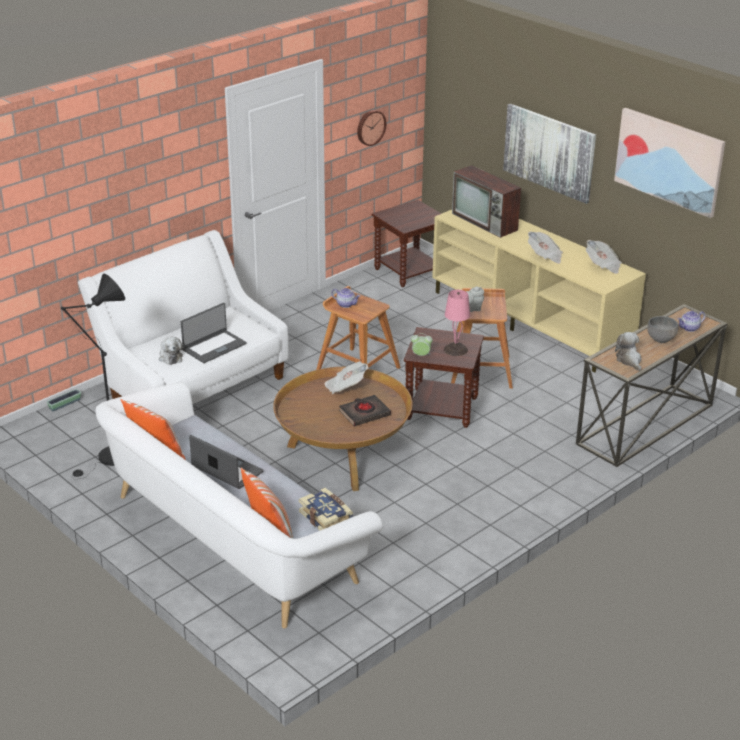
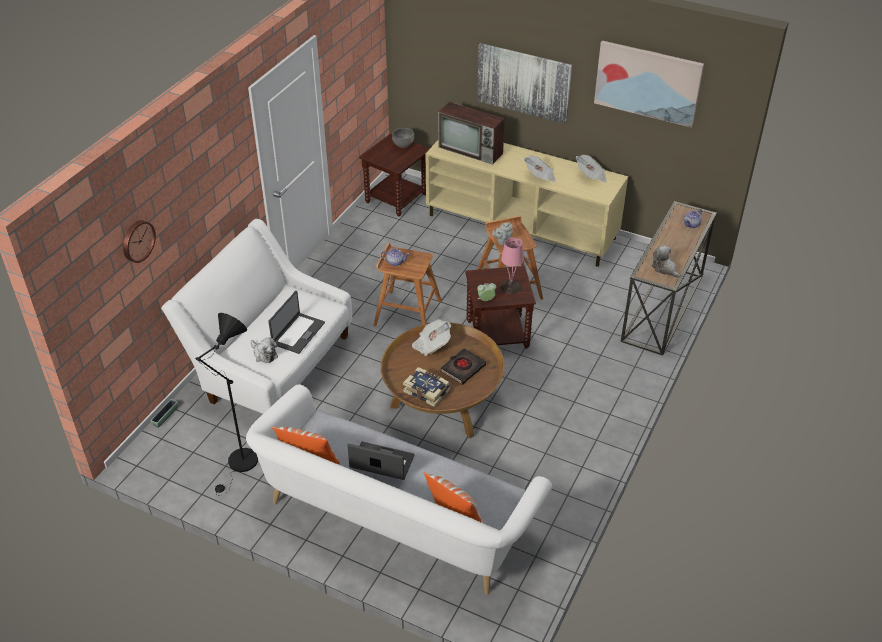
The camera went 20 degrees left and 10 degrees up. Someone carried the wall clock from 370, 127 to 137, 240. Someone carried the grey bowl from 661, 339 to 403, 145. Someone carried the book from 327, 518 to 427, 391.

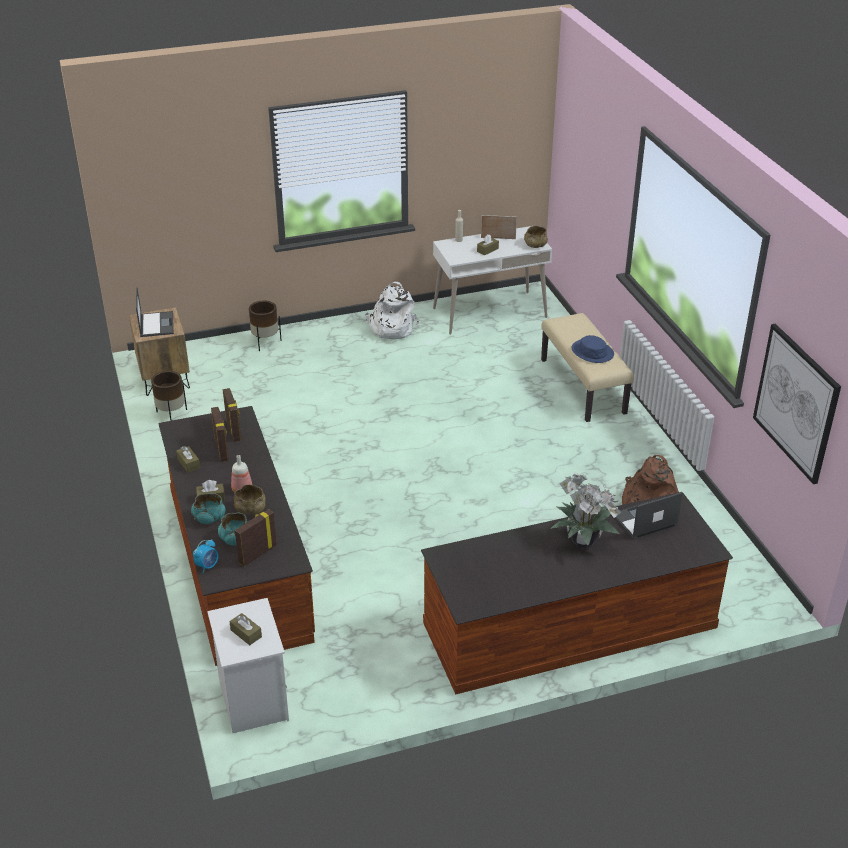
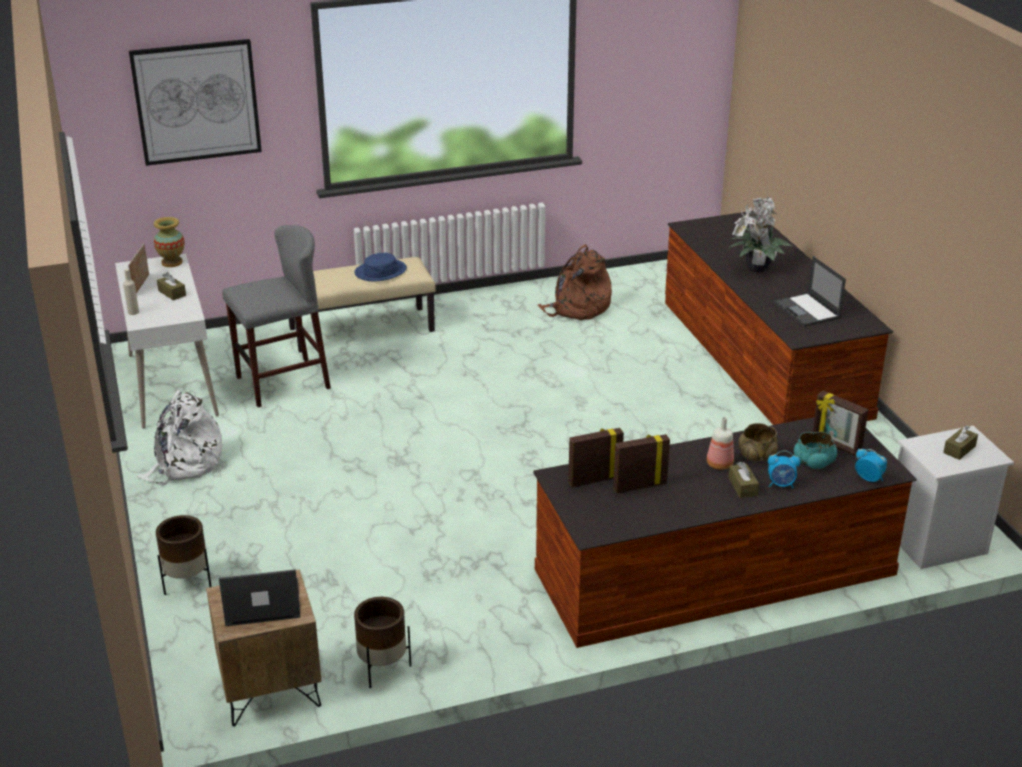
The camera went 90 degrees left and 5 degrees down. Someone swapped the beige bowl at 535, 245 for the vase at 172, 262. Someone carried the picture from 796, 402 to 197, 102. Someone took away the brown tissue box at 188, 463. Someone carried the laptop from 644, 520 to 807, 310. Someone swapped the turquoise bowl at 209, 518 for the alarm clock at 781, 484. Someone put down the grey stool at 282, 382.

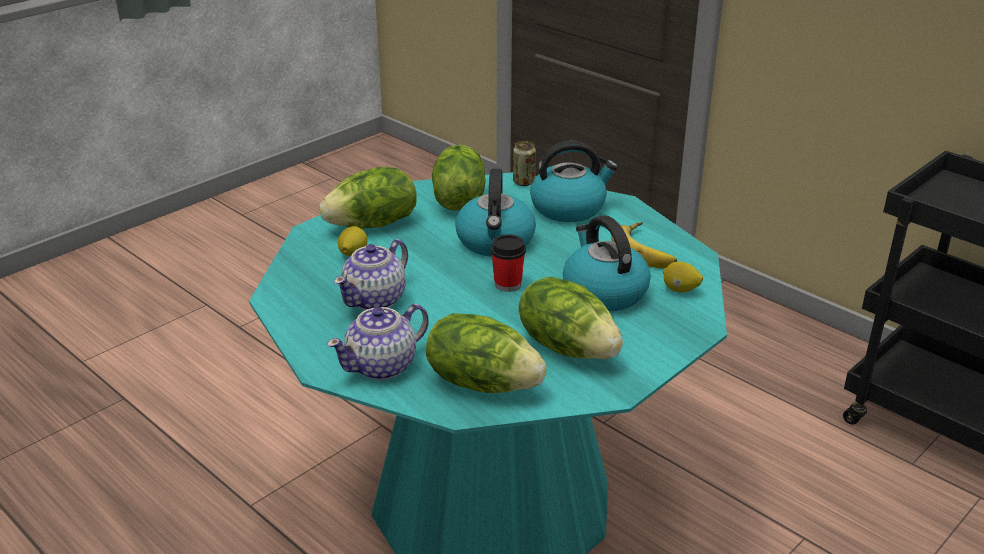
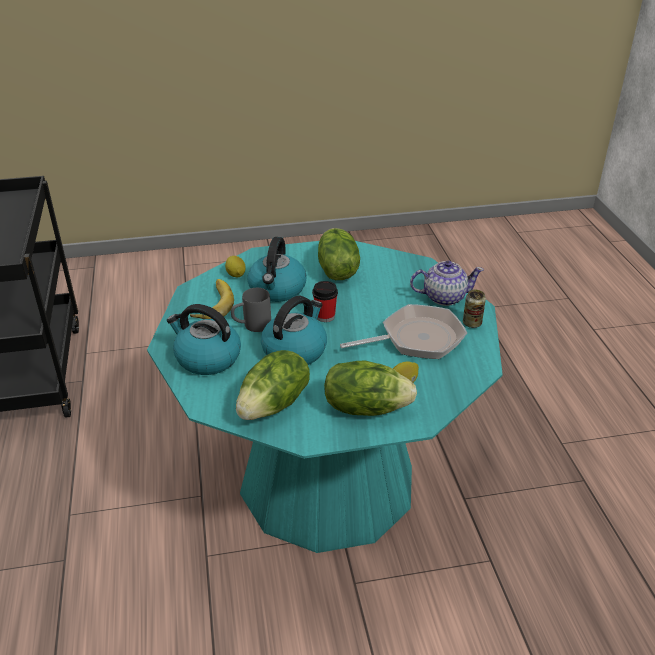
The camera went 145 degrees left and 5 degrees up. Someone carried the can from 524, 182 to 472, 323. Someone swapped the teapot at 375, 299 for the frying pan at 416, 339. Someone took away the lettuce at 483, 382. Someone put down the grey mug at 251, 326.

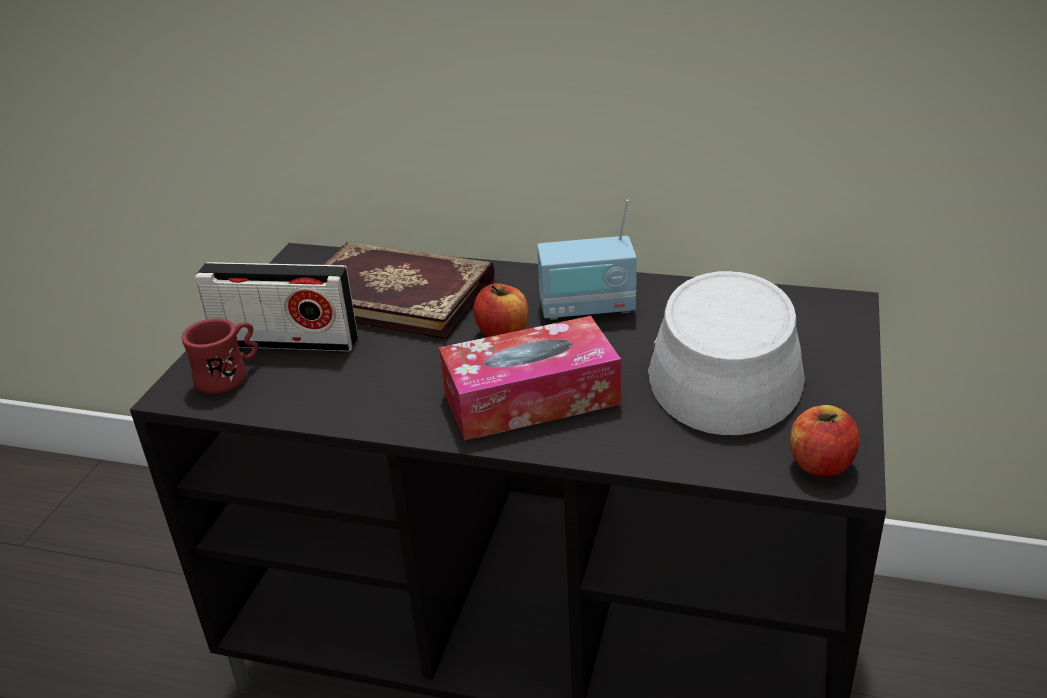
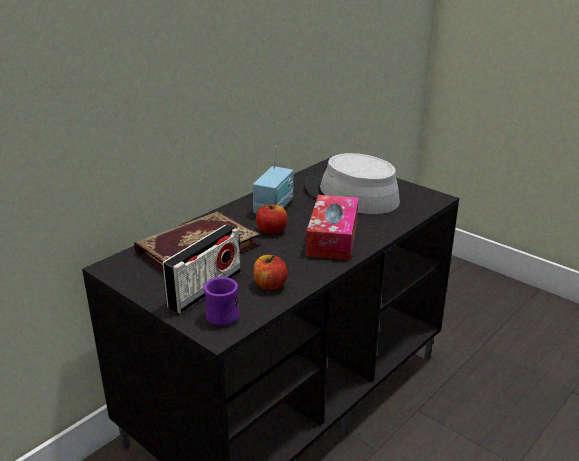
The camera went 65 degrees left and 5 degrees down. Someone repainted the red mug at 229, 376, which became the purple mug at 221, 313. Someone carried the apple from 820, 464 to 270, 285.

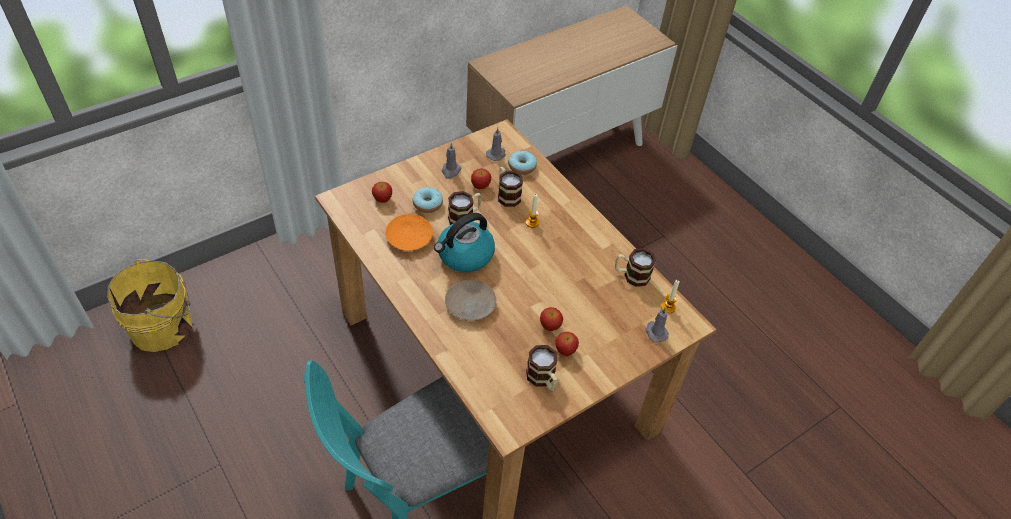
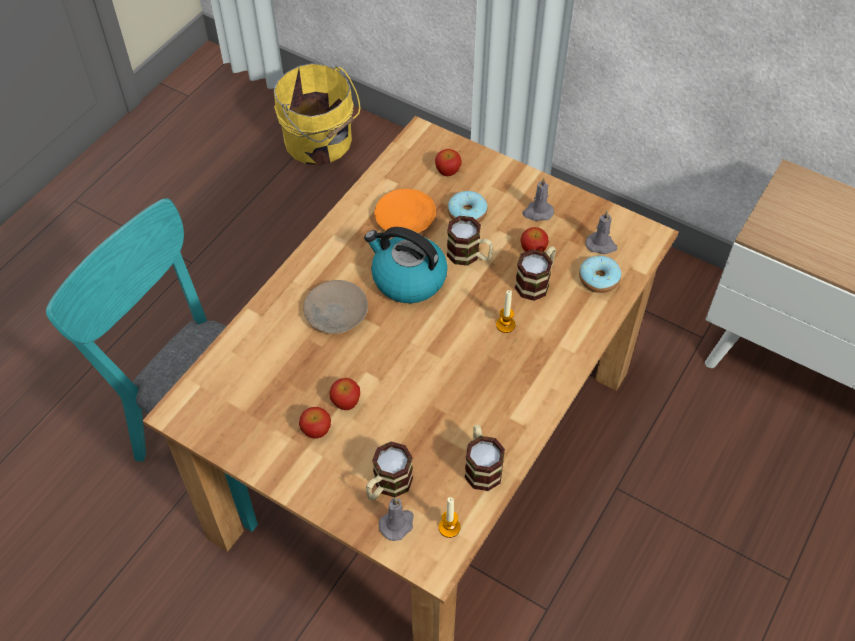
The camera went 70 degrees right and 5 degrees up. Someone carried the mug from 543, 379 to 387, 485.

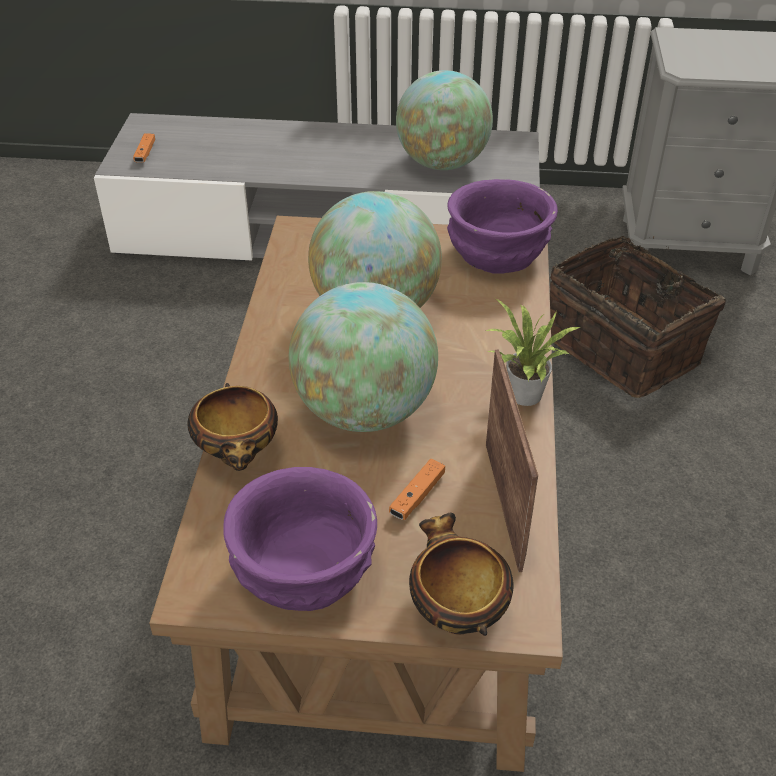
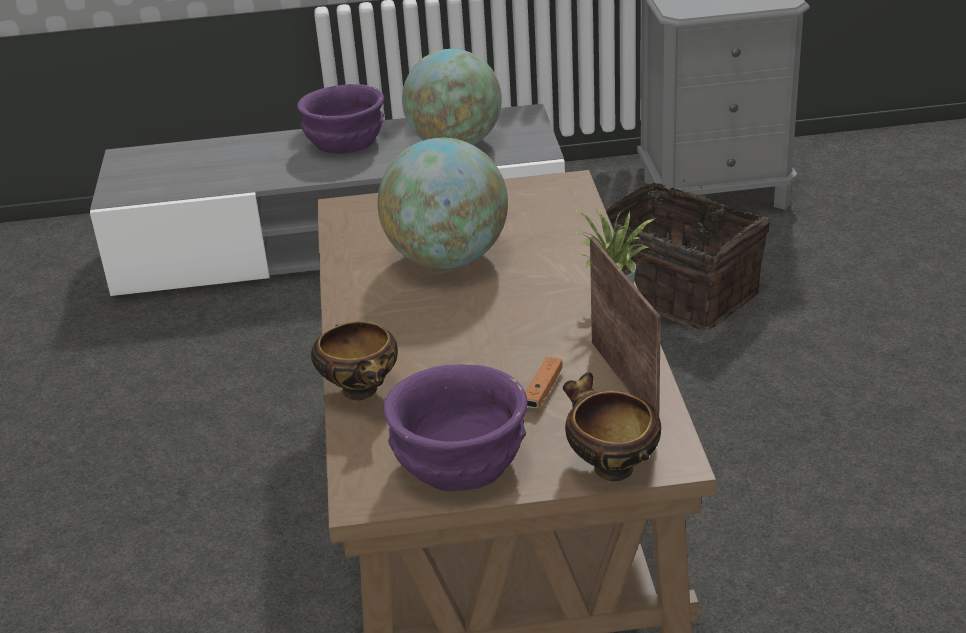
The camera went 10 degrees left and 10 degrees down. Someone took away the orange game controller at 145, 153. Someone carried the purple bowl from 495, 255 to 344, 144. Someone took away the globe at 364, 410.

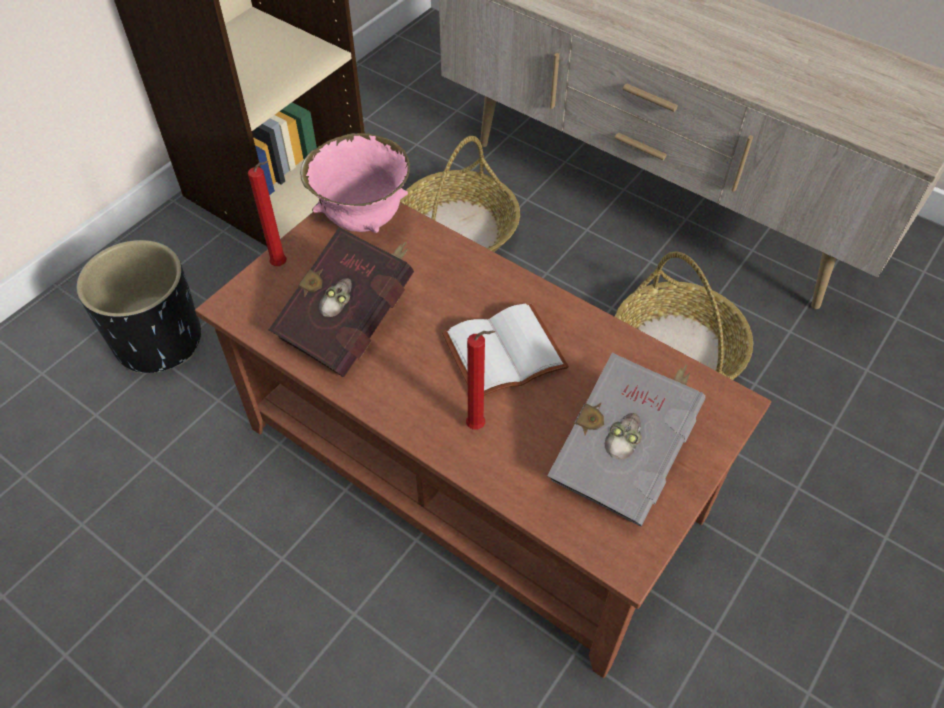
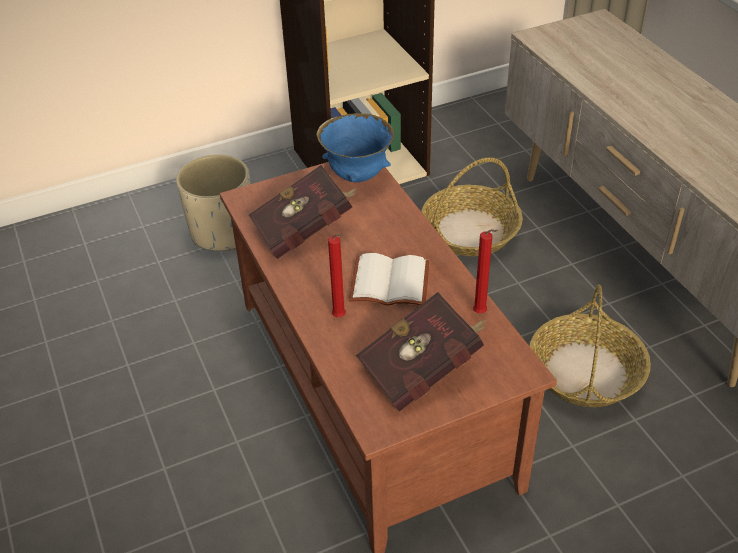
The camera went 30 degrees right and 10 degrees down. Someone repainted the pink bowl at 363, 220, which became the blue bowl at 357, 176. Someone carried the red candle from 282, 265 to 481, 313. Someone repainted the black planter at 159, 341, which became the beige planter at 222, 233. Someone repainted the grey book at 625, 455, which became the red book at 424, 370.

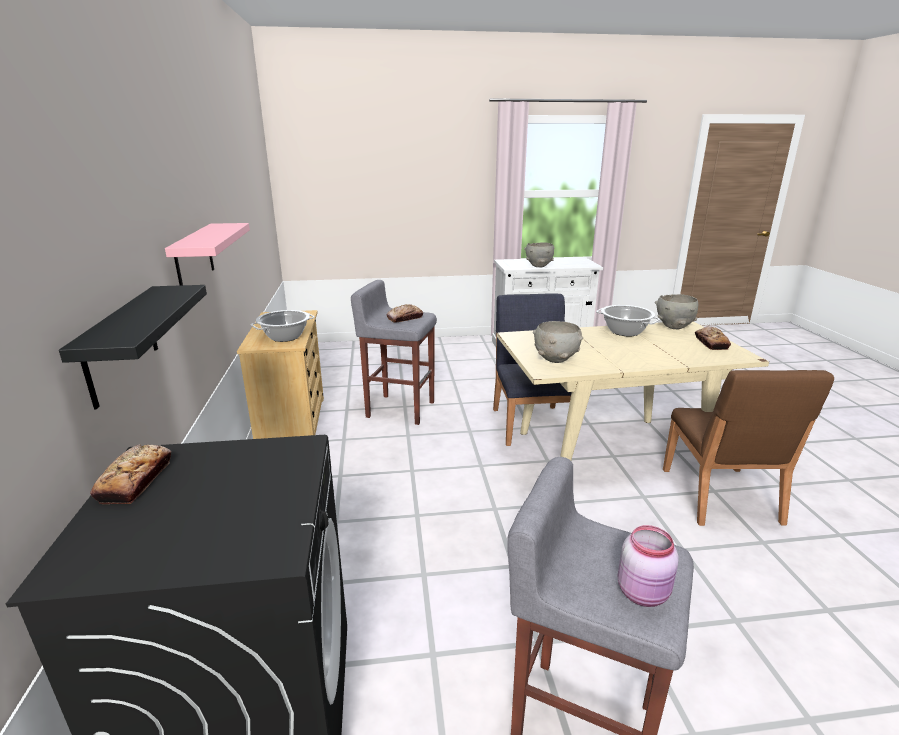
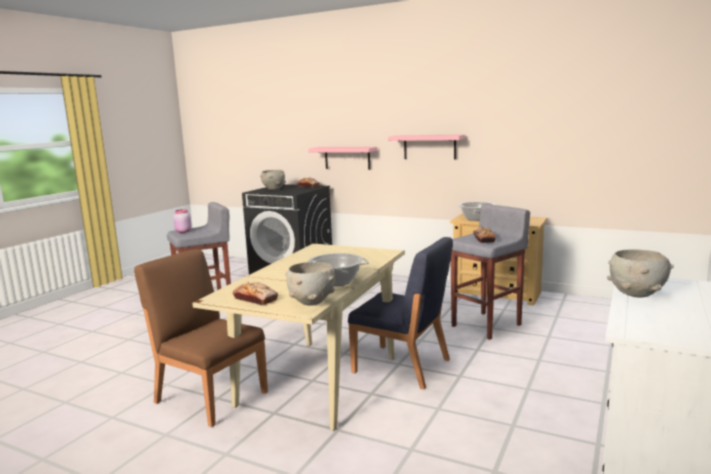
The camera went 125 degrees right and 10 degrees down. Someone repainted the black shelf at 121, 344, which became the pink shelf at 347, 158. Someone carried the grey bowl from 555, 360 to 273, 189.

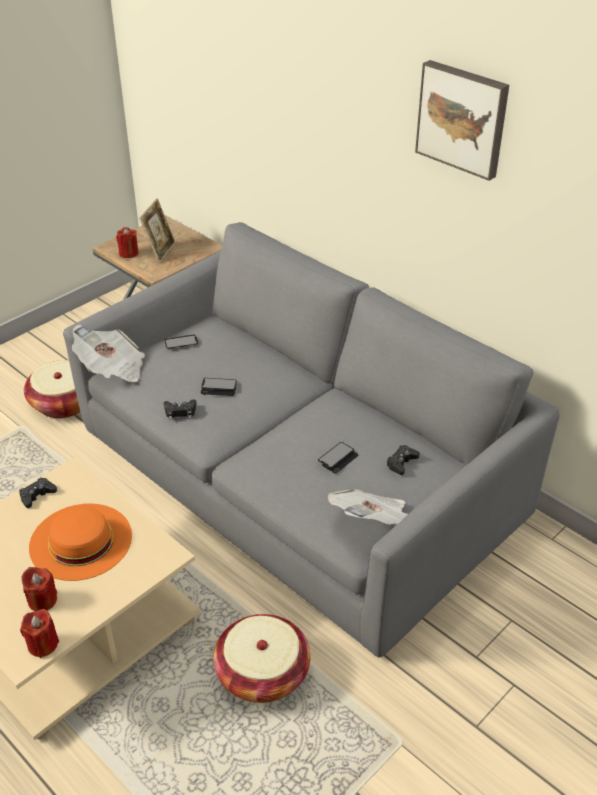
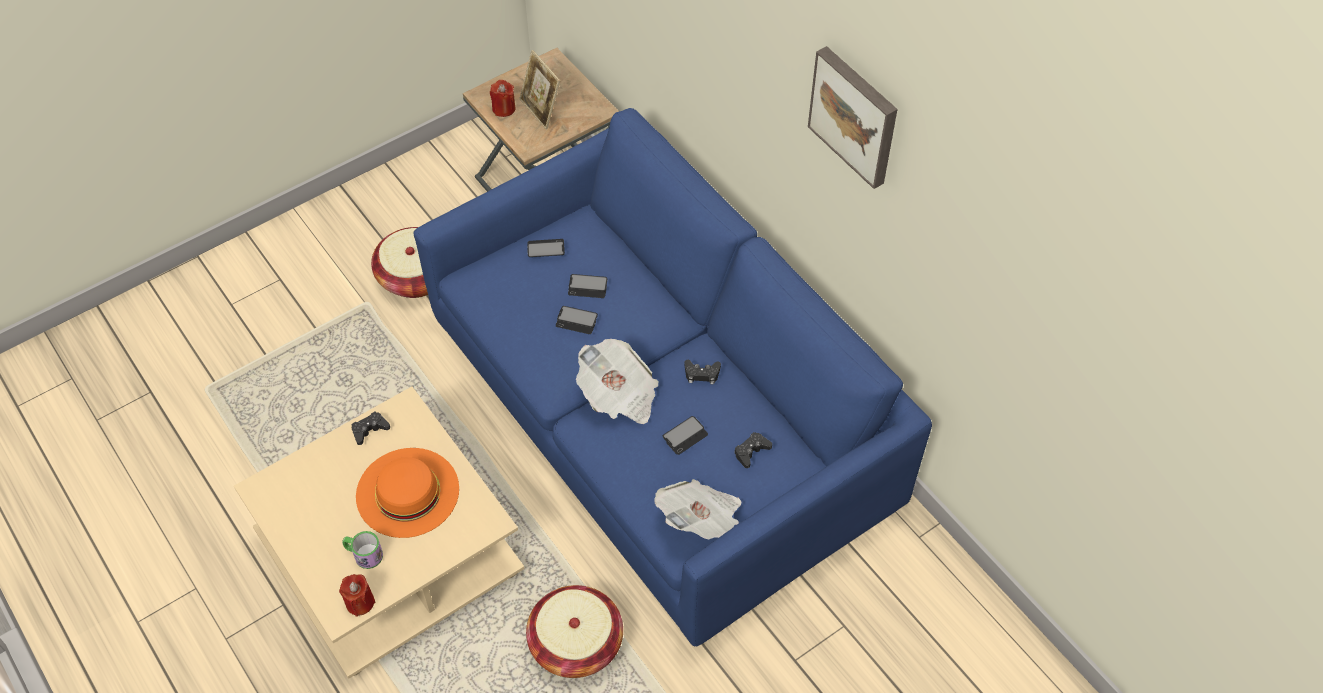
The camera went 10 degrees right and 15 degrees up. Someone rotated the picture frame at 160, 251 by 120 degrees clockwise. Someone repainted the grey sofa at 299, 473, which became the blue sofa at 663, 411. Someone carried the newspaper from 112, 367 to 619, 395. Someone carried the black game controller from 180, 412 to 702, 374. Someone swapped the red candle at 42, 600 for the mug at 364, 554. Someone put down the phone at 587, 287.

